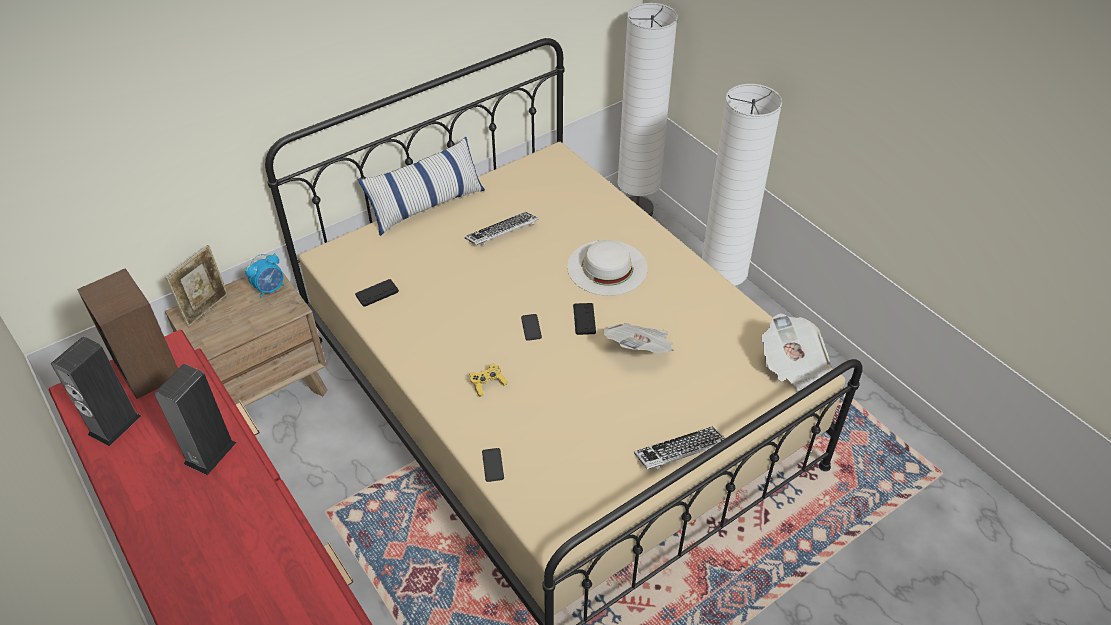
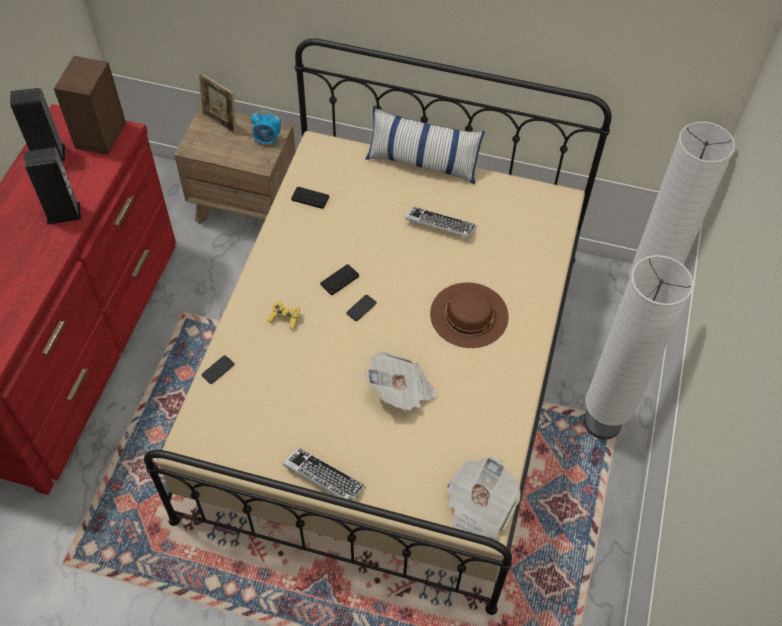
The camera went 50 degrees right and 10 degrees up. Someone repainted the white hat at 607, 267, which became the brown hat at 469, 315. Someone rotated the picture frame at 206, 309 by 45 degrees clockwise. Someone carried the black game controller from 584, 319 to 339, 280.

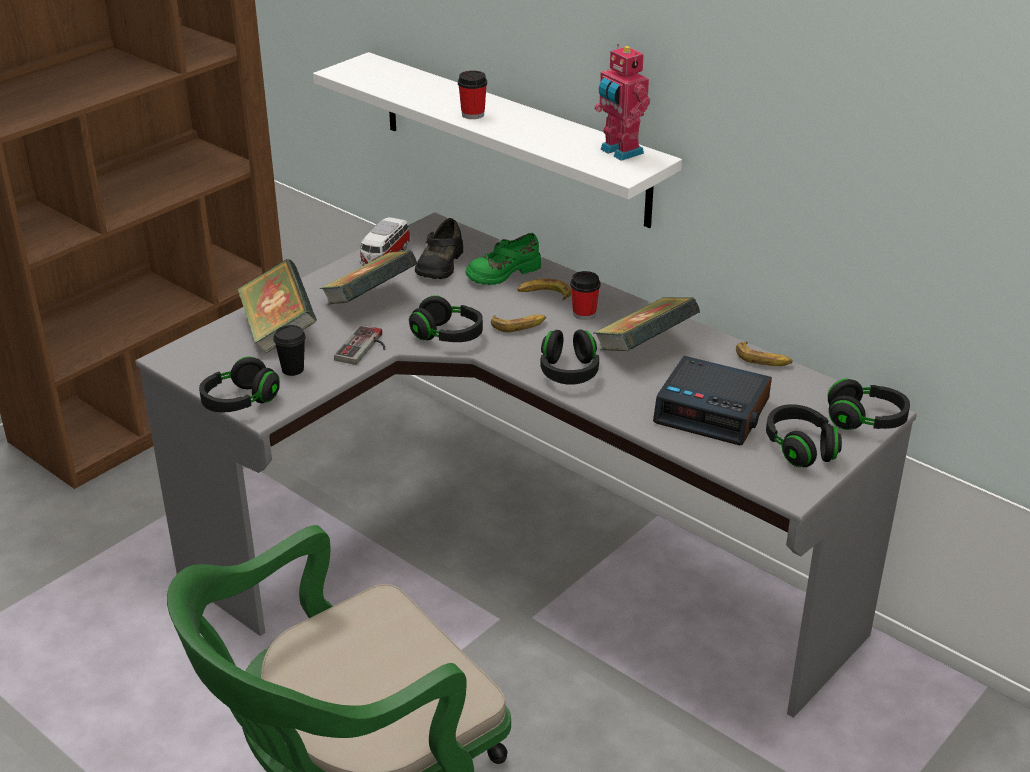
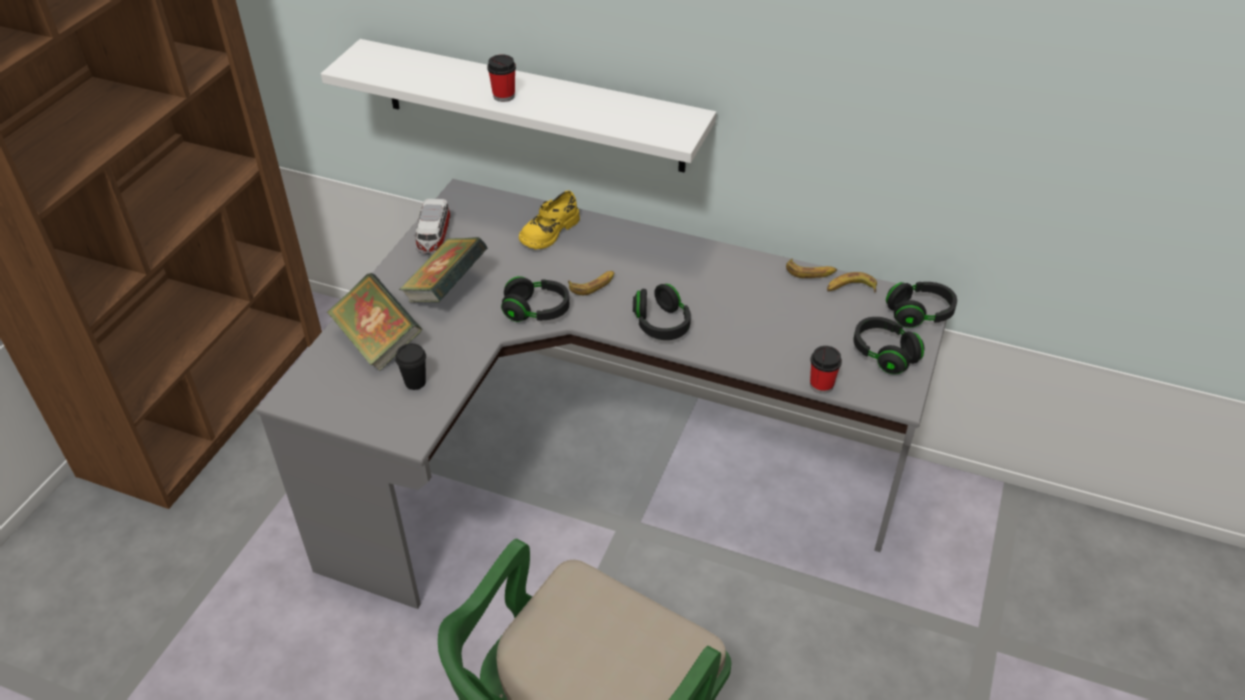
The camera went 20 degrees left and 10 degrees up. Someone took away the toy robot at 619, 152. Someone took away the black shoe at 439, 264. Someone repainted the green shoe at 502, 272, which became the yellow shoe at 549, 231. Someone carried the cup from 584, 314 to 821, 385. Someone carried the banana from 544, 294 to 850, 289. Someone took away the book at 644, 348. Someone took away the game controller at 365, 348. Someone took away the black headphones at 240, 401. Someone took away the alarm clock at 713, 411.

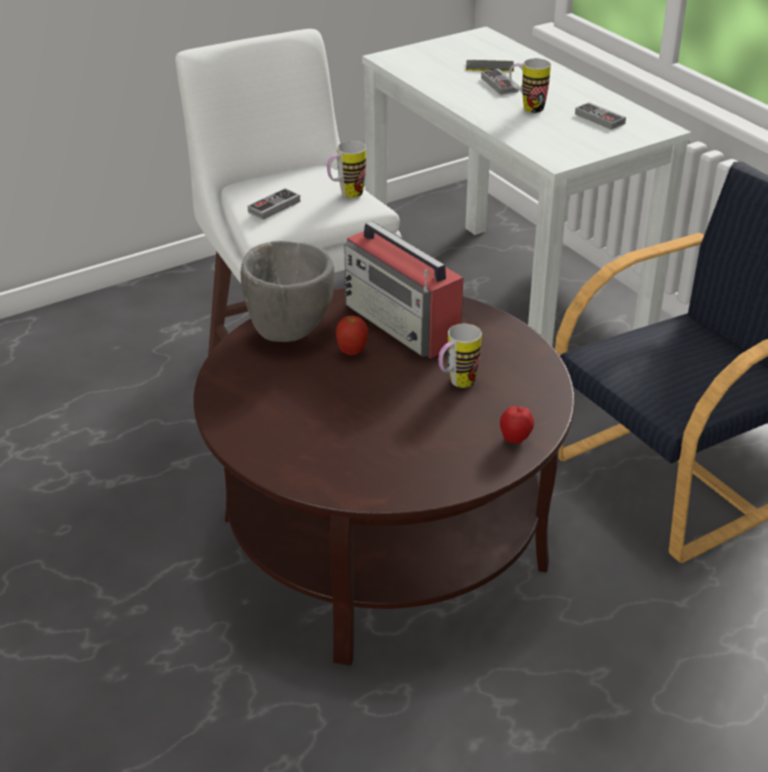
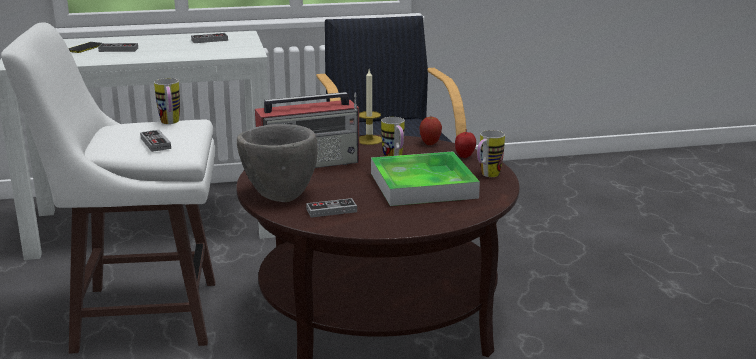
The camera went 70 degrees left and 15 degrees down. Someone carried the mug from 526, 107 to 487, 176. Someone carried the apple from 352, 352 to 430, 144. Someone put down the candle at 369, 140. Someone put down the tray at 423, 185. Someone put down the game controller at 331, 210.

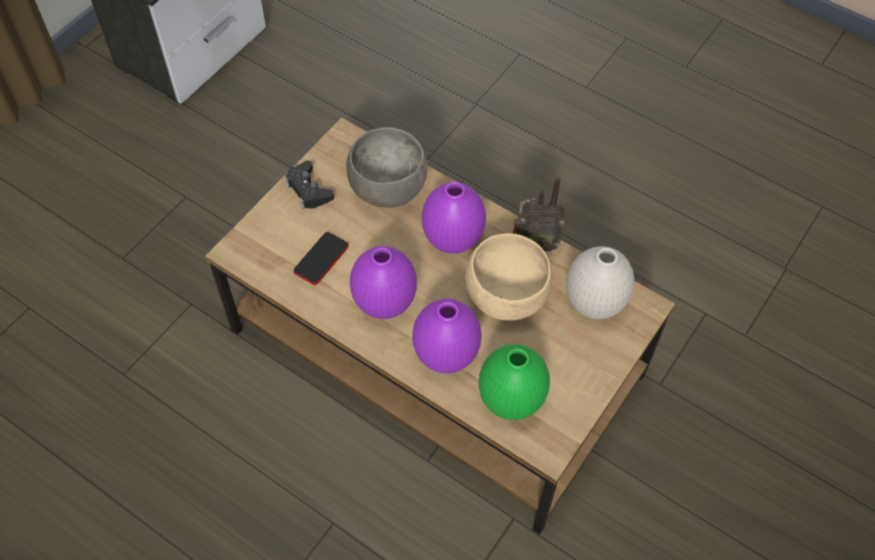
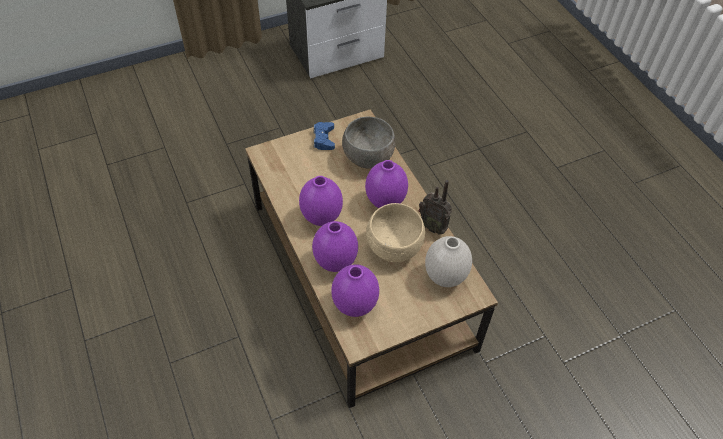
The camera went 30 degrees right and 5 degrees down. Someone repainted the black game controller at 308, 190, which became the blue game controller at 324, 139. Someone took away the phone at 321, 259. Someone repainted the green vase at 510, 402, which became the purple vase at 354, 306.

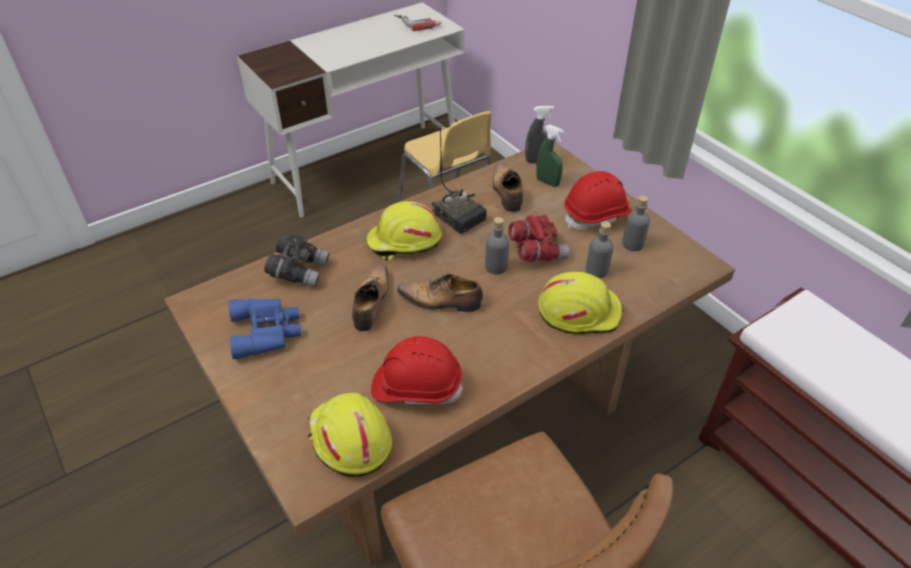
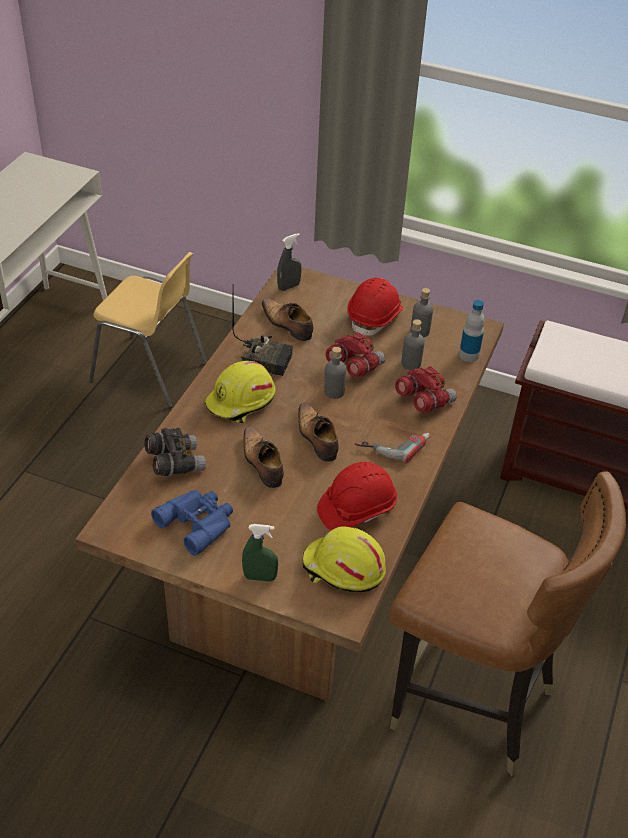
The camera went 35 degrees left and 0 degrees up. Someone carried the power drill from 418, 23 to 393, 444. Someone carried the green spray bottle from 547, 182 to 260, 577. Someone swapped the yellow hard hat at 579, 311 for the red binoculars at 423, 400. Someone rotated the shoe at 441, 301 by 90 degrees clockwise. Someone put down the bottle at 469, 355.

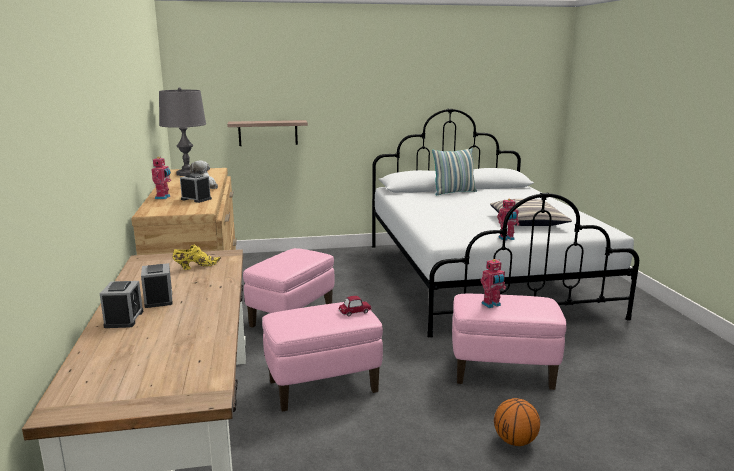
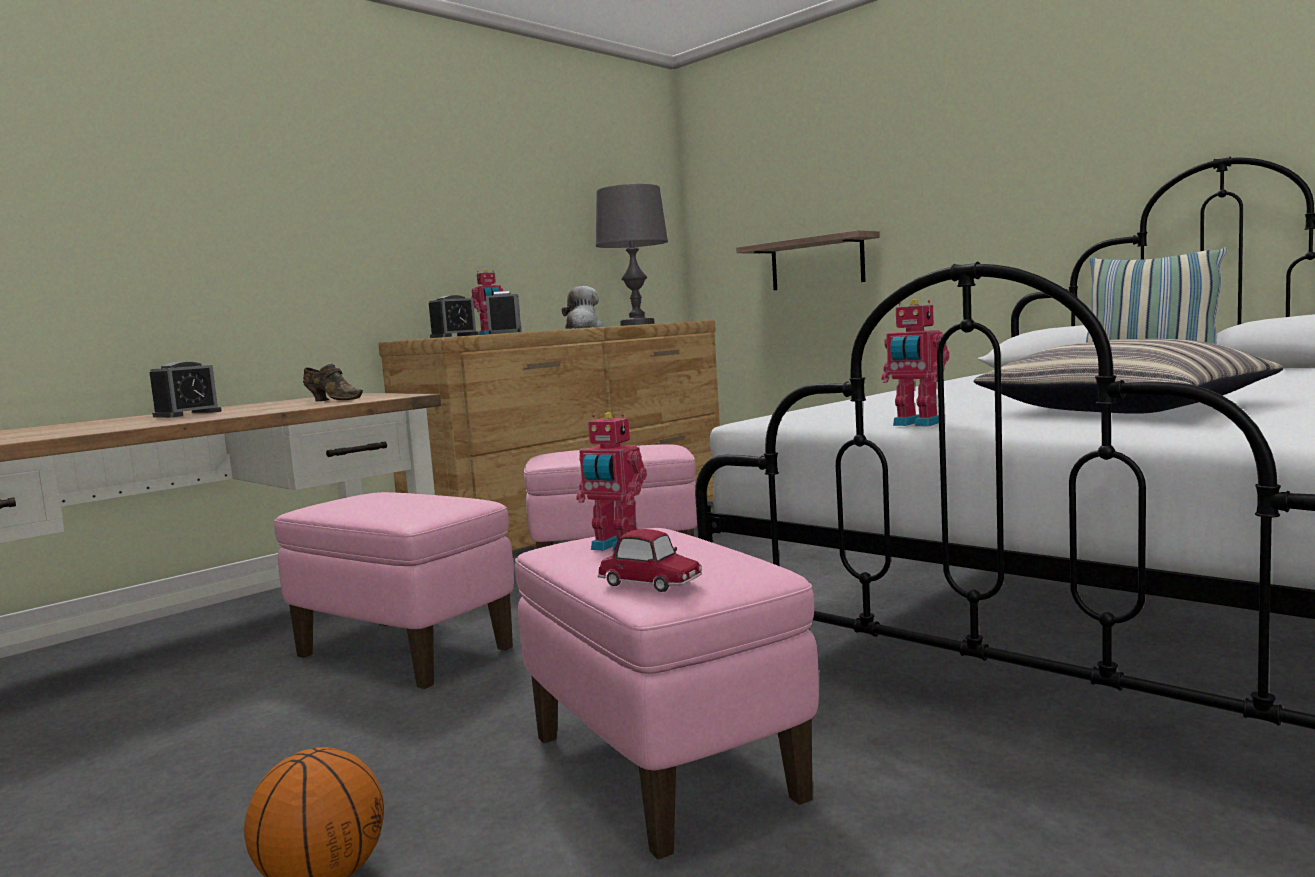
The camera went 55 degrees right and 10 degrees down. Someone repainted the yellow shoe at 195, 267, which became the brown shoe at 332, 400. Someone carried the alarm clock from 124, 319 to 454, 336. Someone carried the toy car from 355, 312 to 650, 582.

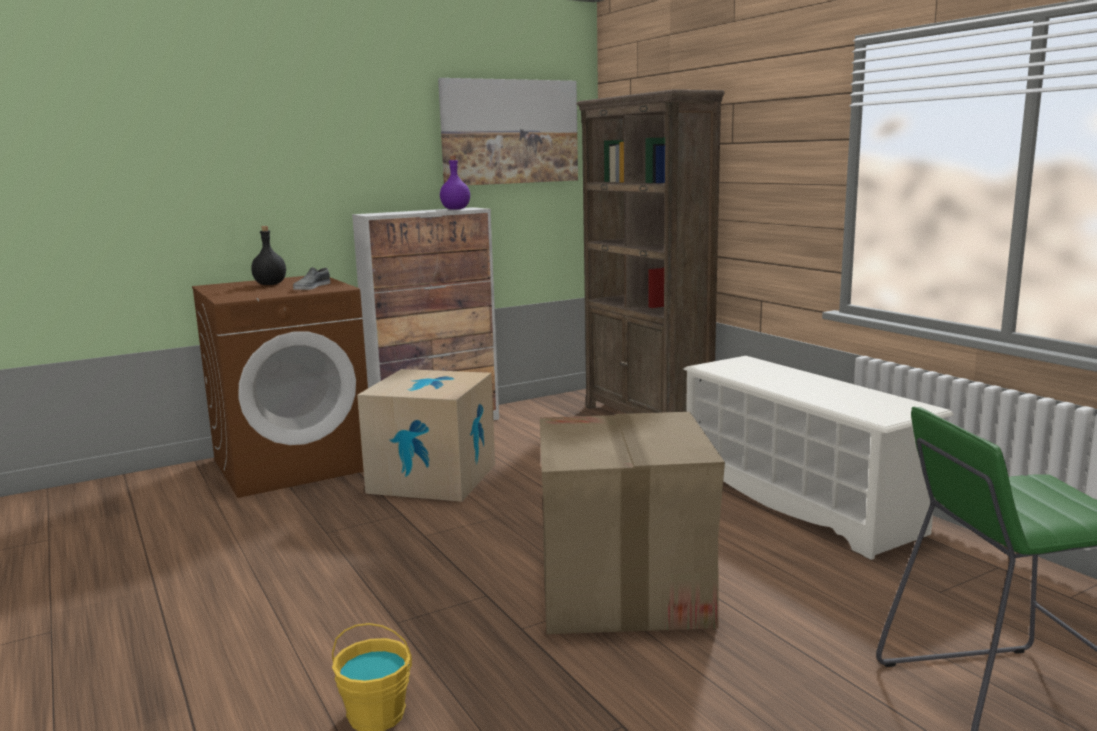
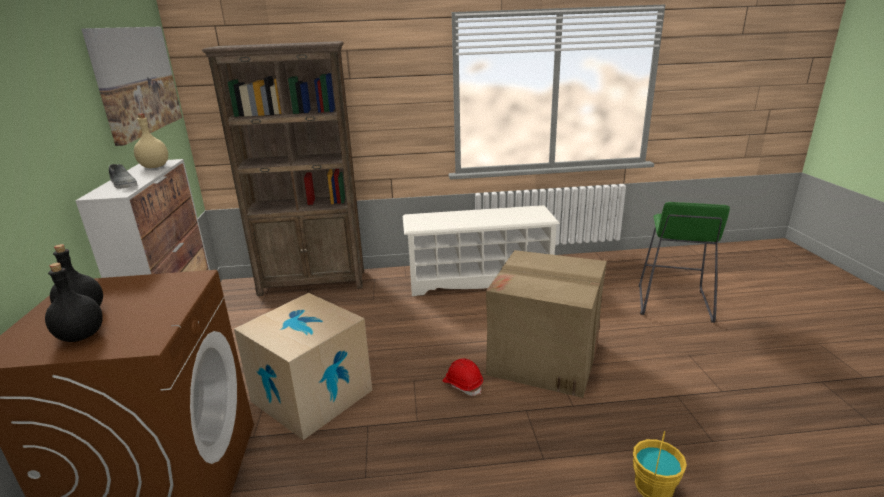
The camera went 65 degrees left and 10 degrees up. Someone repainted the purple bottle at 455, 209, which became the beige bottle at 154, 167. Someone carried the grey shoe from 311, 287 to 123, 184. Someone put down the black bottle at 82, 335. Someone put down the red hard hat at 463, 384.

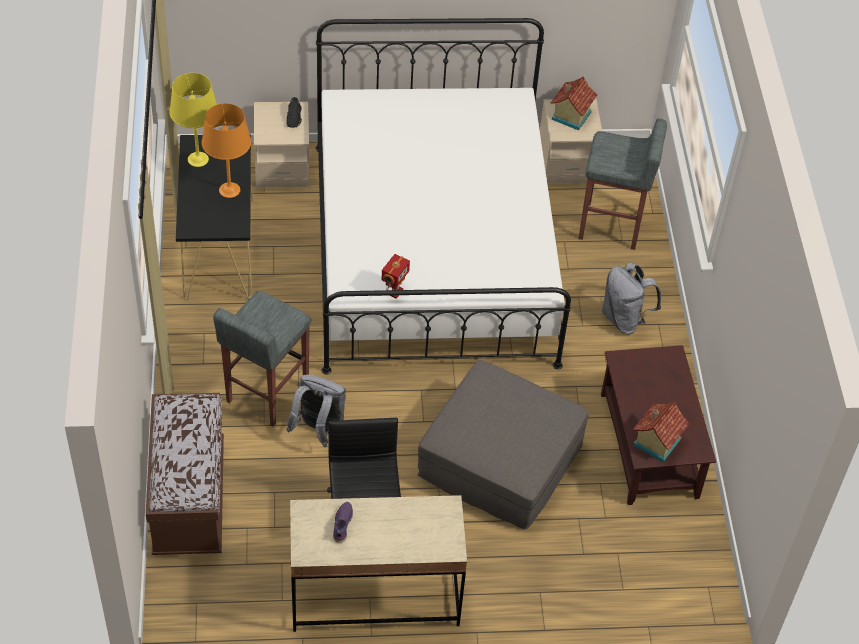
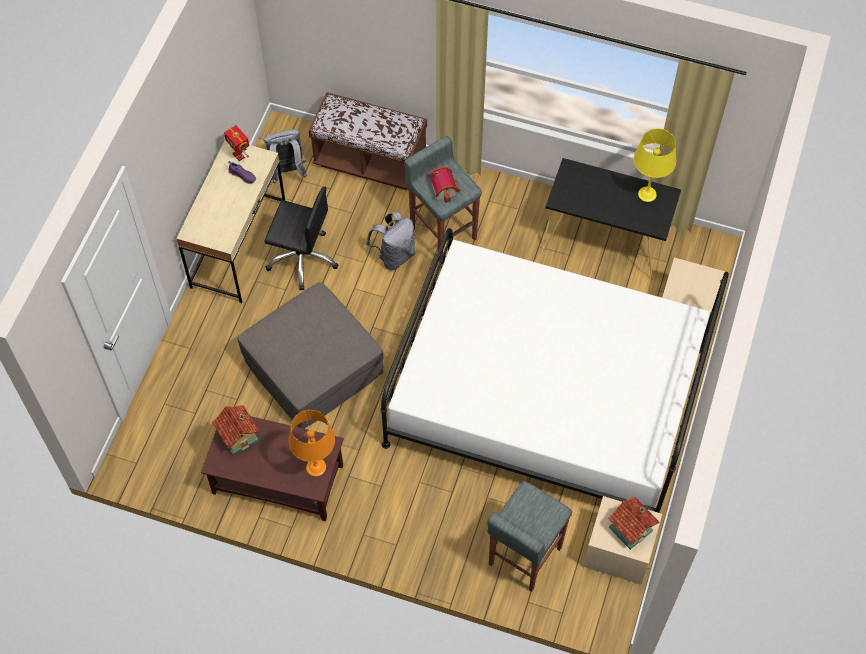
The camera went 115 degrees right and 10 degrees up. Someone took away the black shoe at 294, 117. Someone carried the orange table lamp from 229, 190 to 315, 467. Someone carried the toy robot from 394, 292 to 239, 155. Someone carried the grey backpack from 624, 319 to 287, 172. Someone put down the toy house at 445, 189.

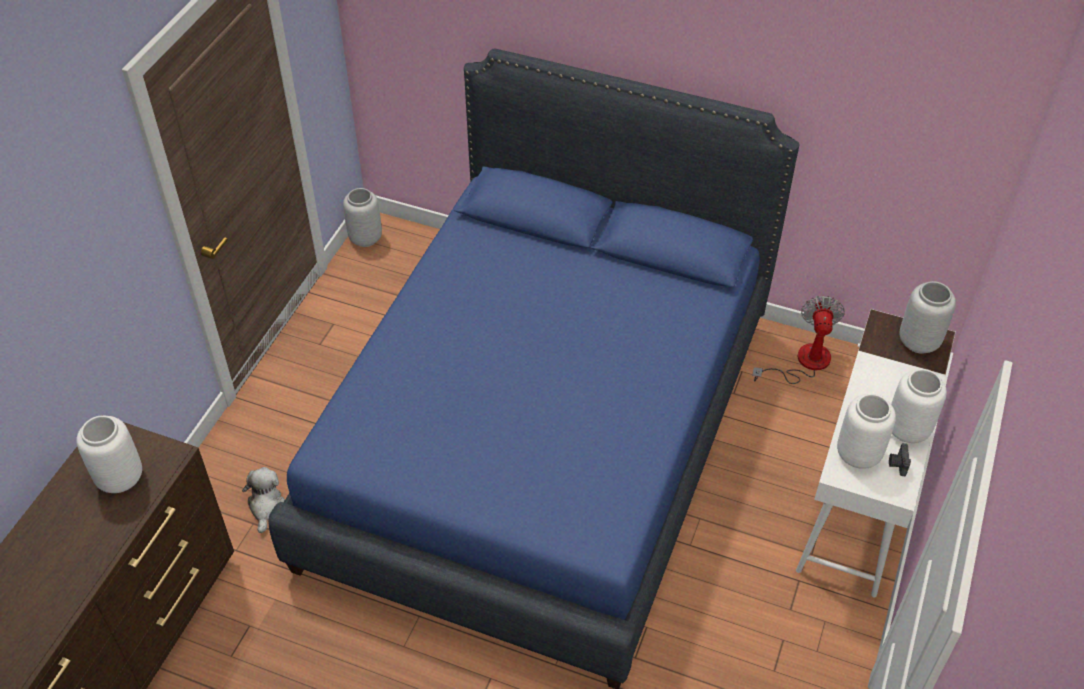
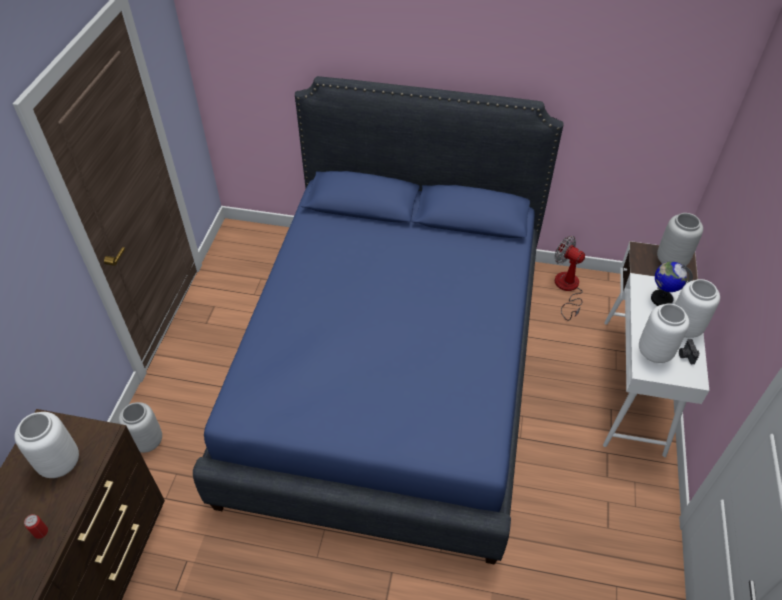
The camera went 10 degrees left and 0 degrees up. Someone carried the grey vase from 365, 238 to 147, 441. Someone rotated the fan at 803, 362 by 45 degrees counterclockwise. Someone took away the plush toy at 265, 505. Someone put down the globe at 661, 299. Someone put down the can at 41, 532.

